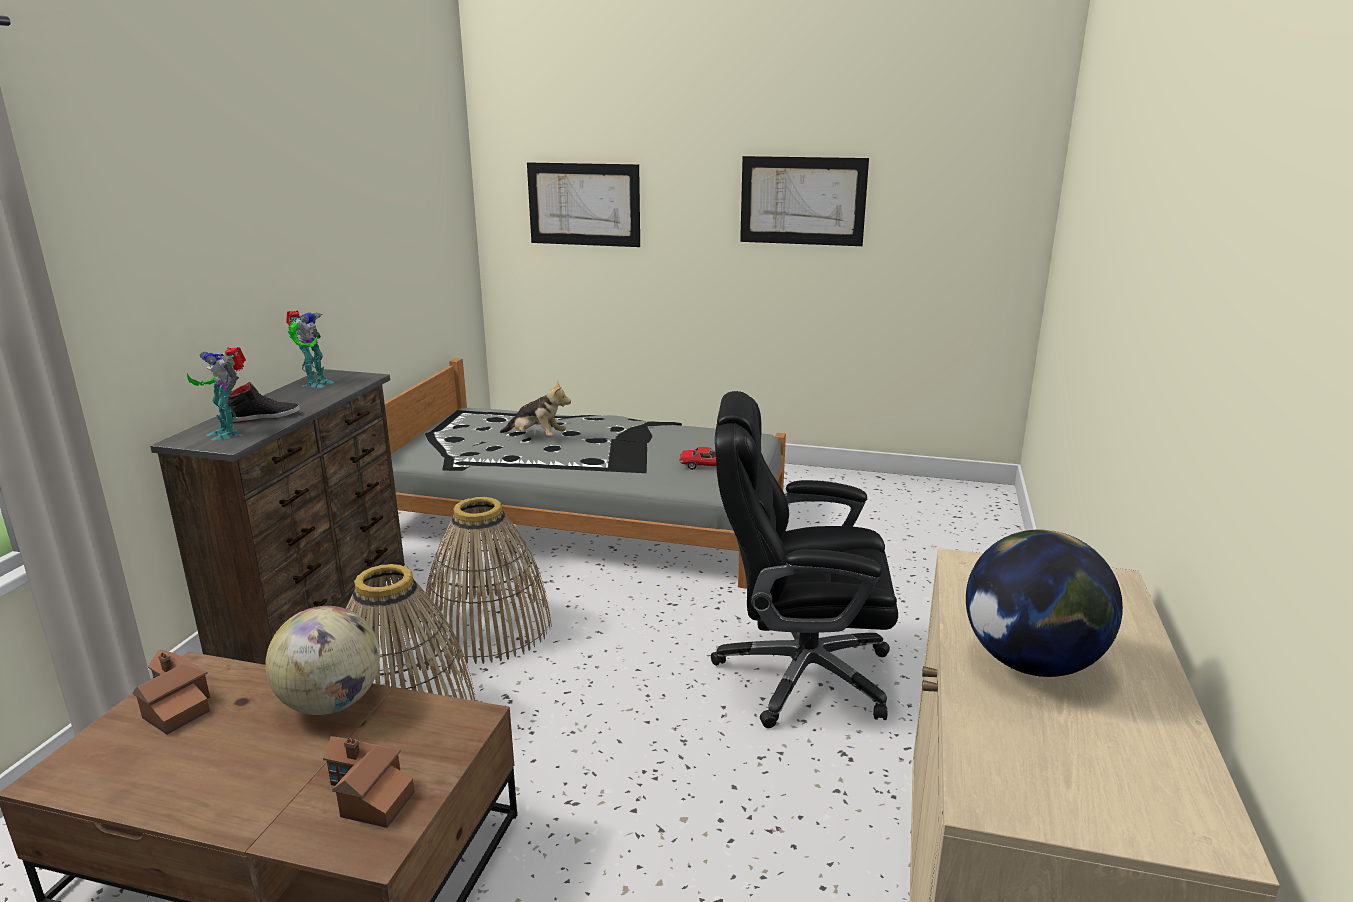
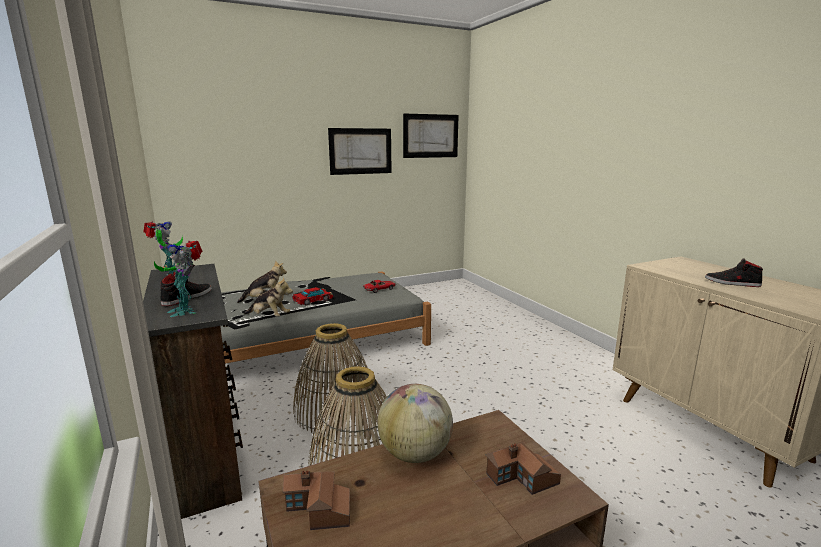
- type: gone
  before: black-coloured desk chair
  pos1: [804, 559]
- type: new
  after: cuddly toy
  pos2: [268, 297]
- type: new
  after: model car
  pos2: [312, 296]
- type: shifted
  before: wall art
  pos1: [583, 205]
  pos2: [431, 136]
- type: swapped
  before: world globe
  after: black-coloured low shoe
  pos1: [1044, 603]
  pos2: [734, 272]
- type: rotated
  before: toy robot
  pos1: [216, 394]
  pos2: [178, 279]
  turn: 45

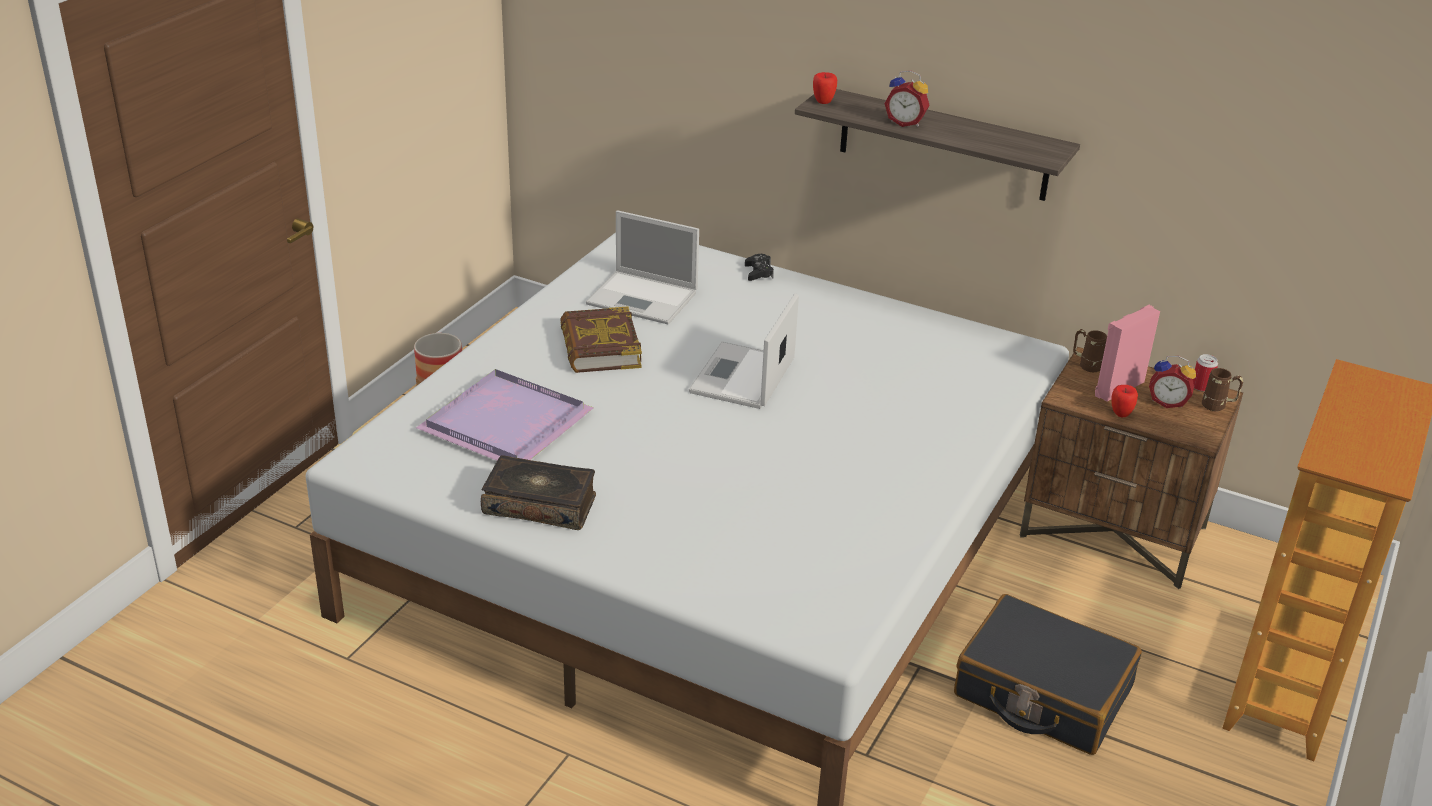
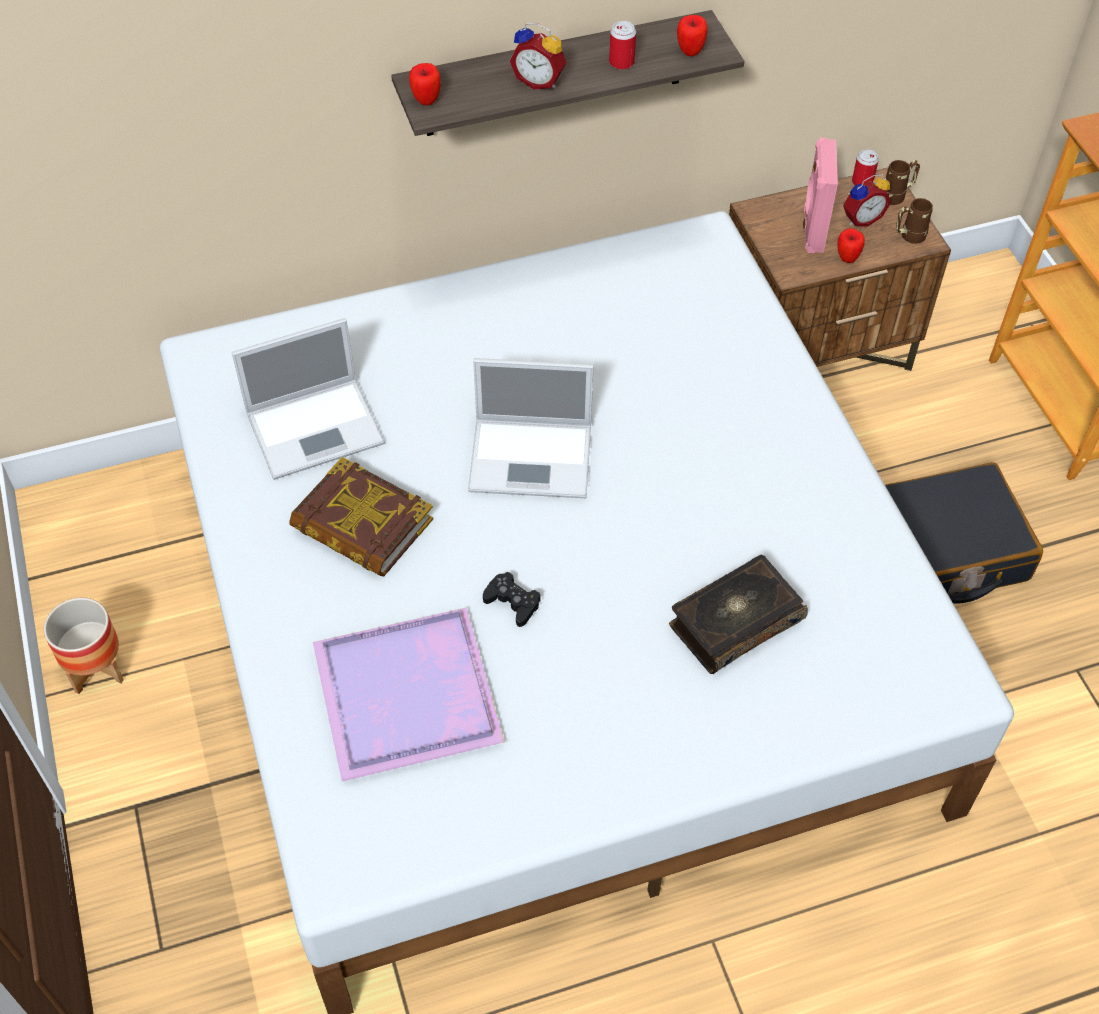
- type: new
  after: sealed can
  pos2: [622, 45]
- type: new
  after: whole apple
  pos2: [692, 35]
- type: shifted
  before: bound book
  pos1: [538, 492]
  pos2: [738, 614]
- type: shifted
  before: black-coloured gamepad
  pos1: [759, 267]
  pos2: [512, 599]
- type: shifted
  before: brownish coffee mug
  pos1: [1090, 350]
  pos2: [914, 221]
- type: rotated
  before: portable computer
  pos1: [744, 351]
  pos2: [531, 428]
  turn: -60
- type: rotated
  before: table clock
  pos1: [907, 98]
  pos2: [538, 56]
  turn: 45

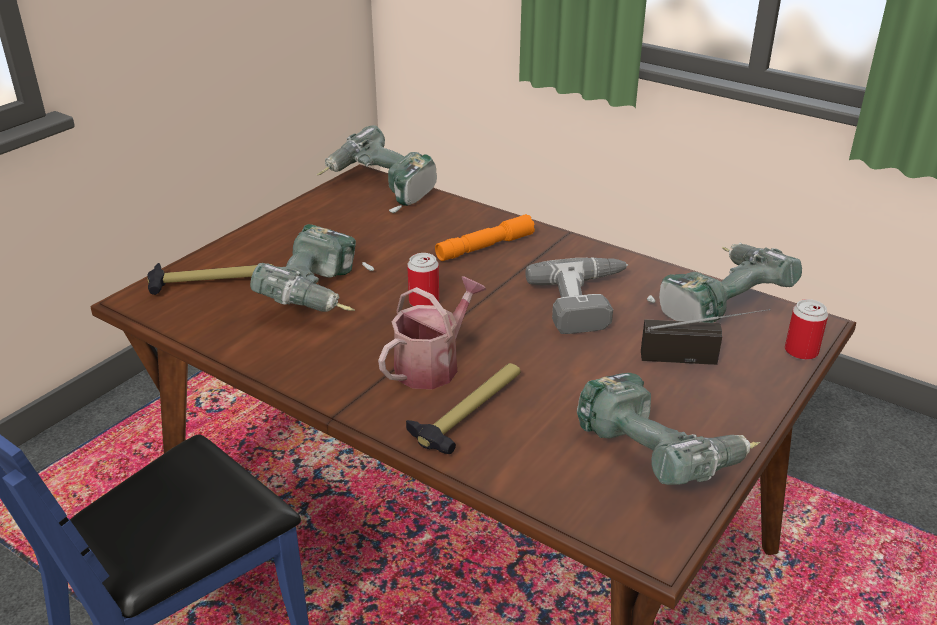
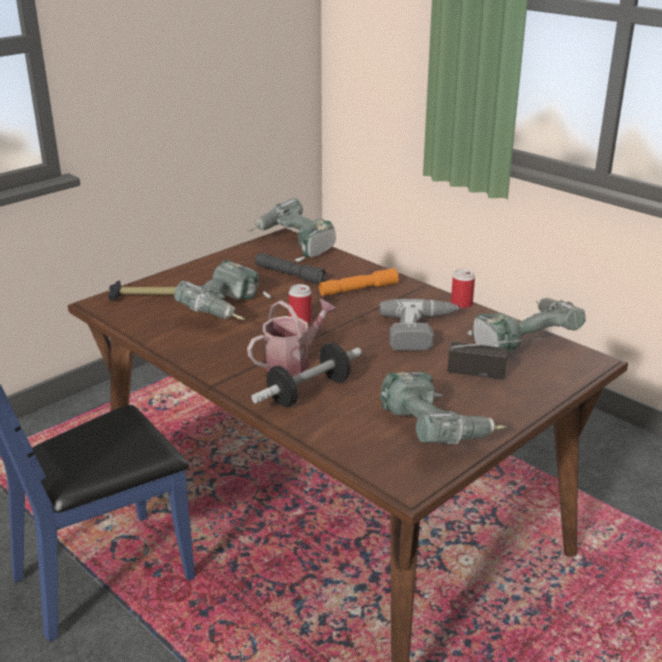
- type: new
  after: gray hand torch
  pos2: [291, 269]
- type: shifted
  before: sealed can
  pos1: [806, 329]
  pos2: [463, 289]
- type: swapped
  before: tool hammer
  after: hand weight
  pos1: [463, 408]
  pos2: [306, 375]

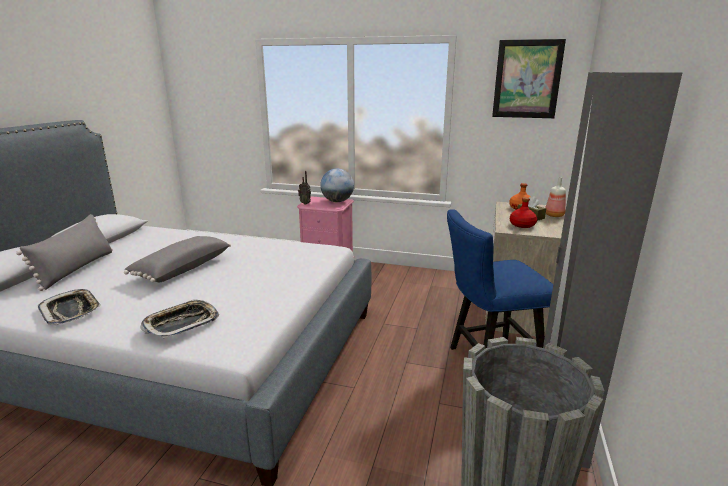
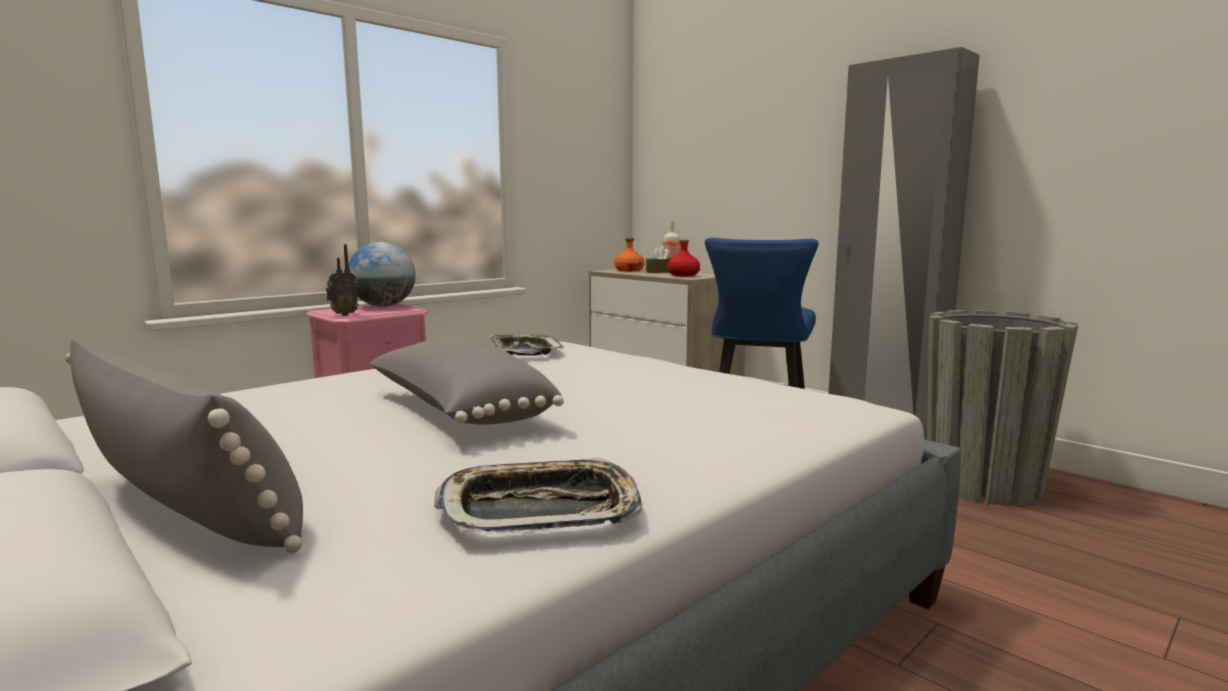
- type: gone
  before: wall art
  pos1: [529, 78]
- type: shifted
  before: tray
  pos1: [179, 319]
  pos2: [526, 345]

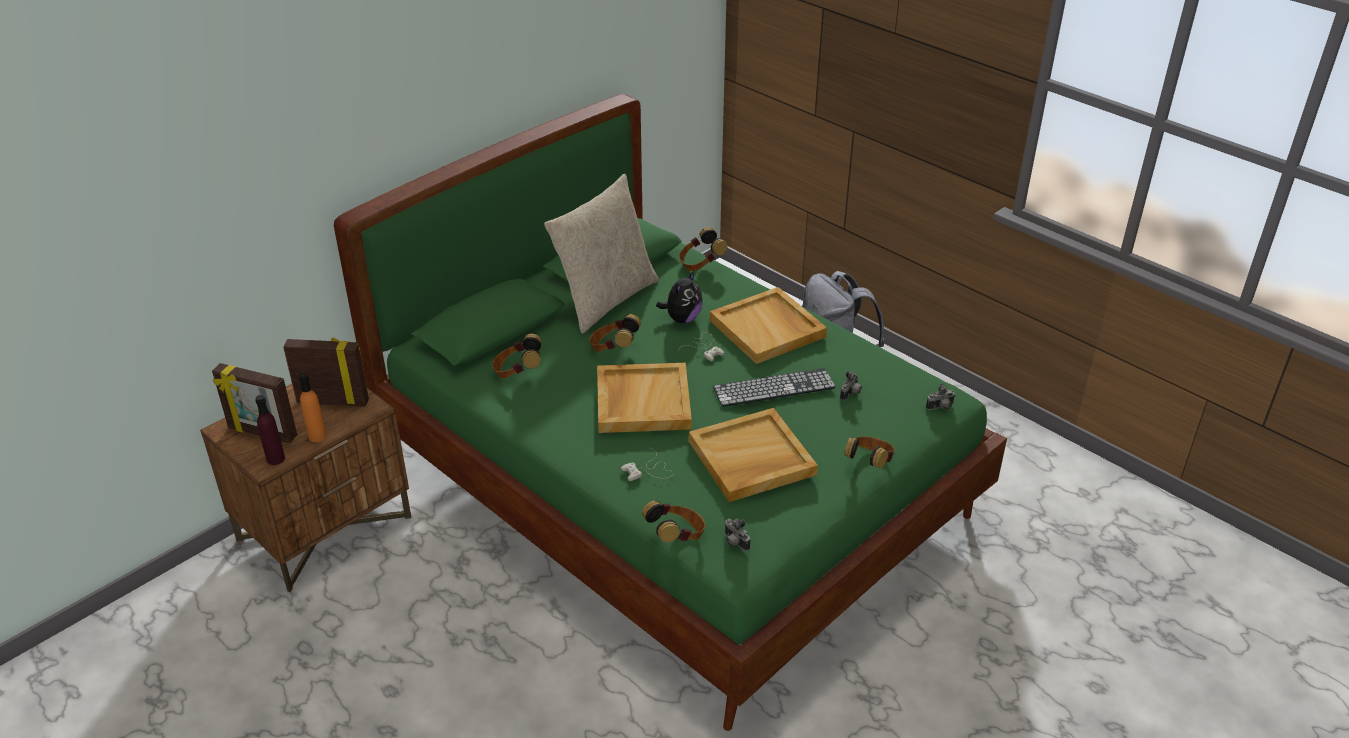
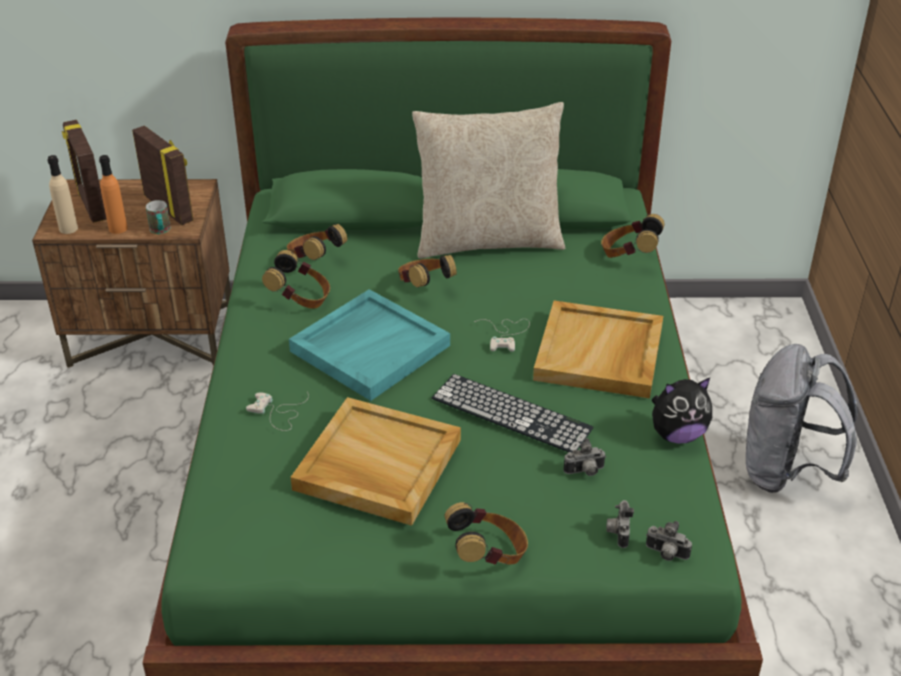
- type: new
  after: coffee mug
  pos2: [158, 217]
- type: shifted
  before: headset
  pos1: [673, 521]
  pos2: [296, 279]
- type: shifted
  before: cuddly toy
  pos1: [679, 297]
  pos2: [681, 410]
- type: shifted
  before: still camera
  pos1: [737, 534]
  pos2: [620, 524]
- type: repainted
  before: purple-coloured beverage bottle
  after: beige beverage bottle
  pos1: [270, 430]
  pos2: [63, 194]
- type: repainted
  before: beige tray
  after: turquoise tray
  pos1: [644, 398]
  pos2: [369, 345]

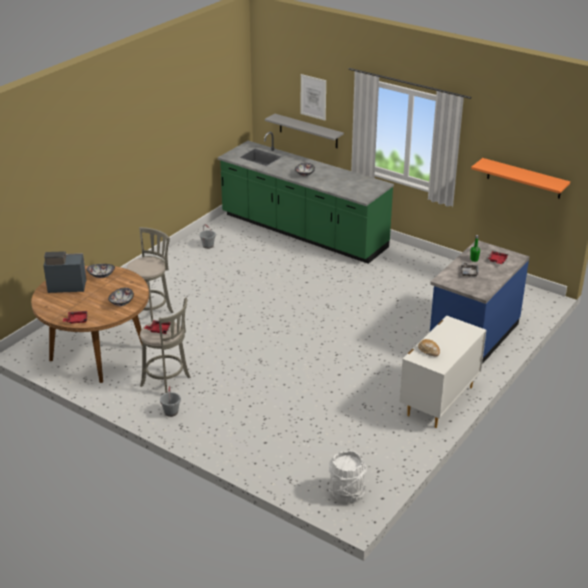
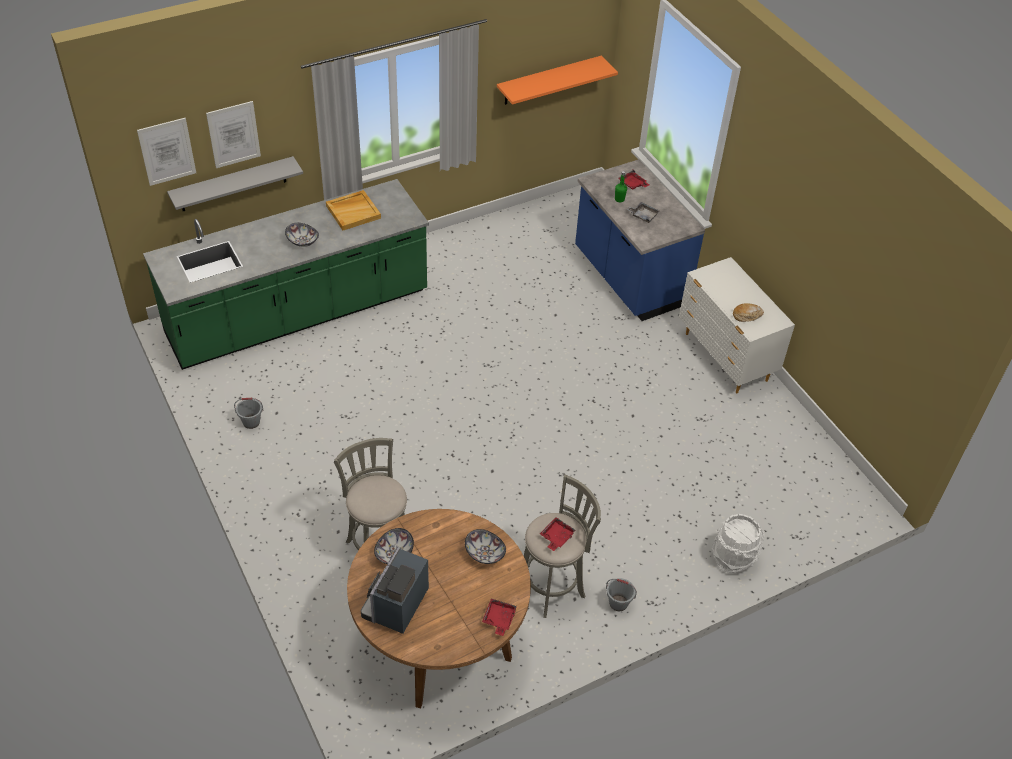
- type: new
  after: wall art
  pos2: [166, 152]
- type: new
  after: beige tray
  pos2: [353, 210]
- type: shifted
  before: white water bucket
  pos1: [348, 476]
  pos2: [738, 543]

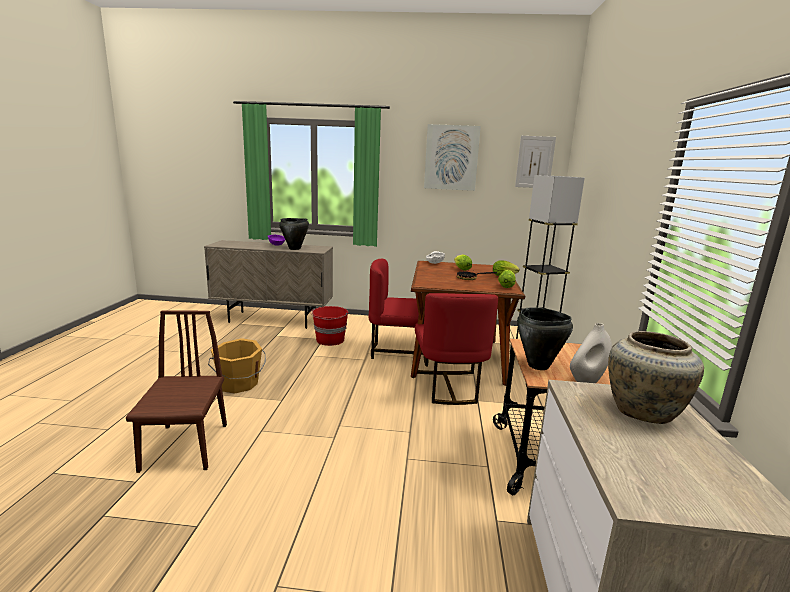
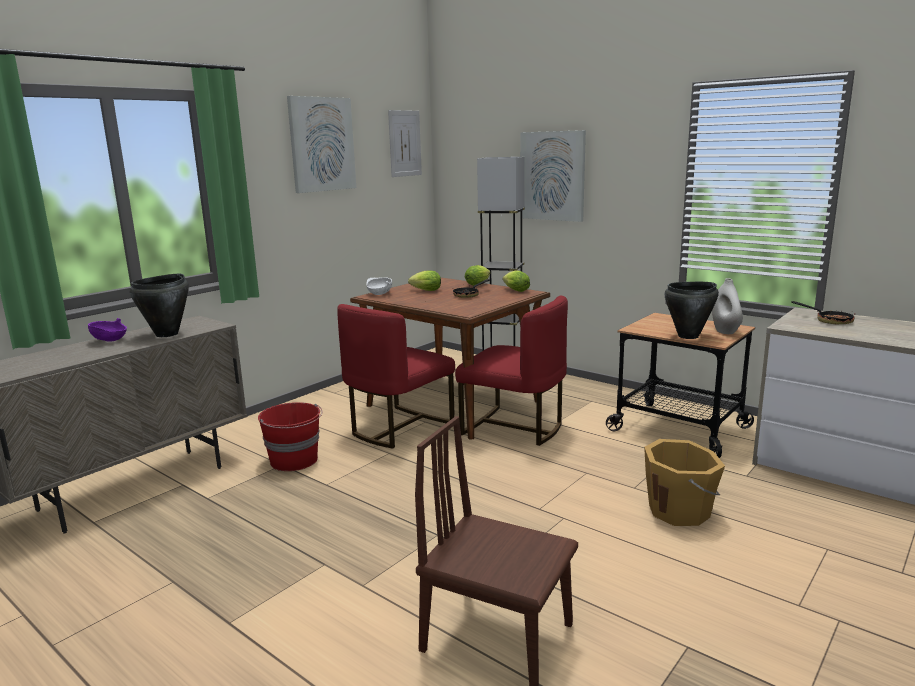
- type: new
  after: wall art
  pos2: [553, 176]
- type: shifted
  before: orangey water bucket
  pos1: [237, 366]
  pos2: [684, 482]
- type: swapped
  before: beige flower vase
  after: pan
  pos1: [656, 377]
  pos2: [823, 313]

